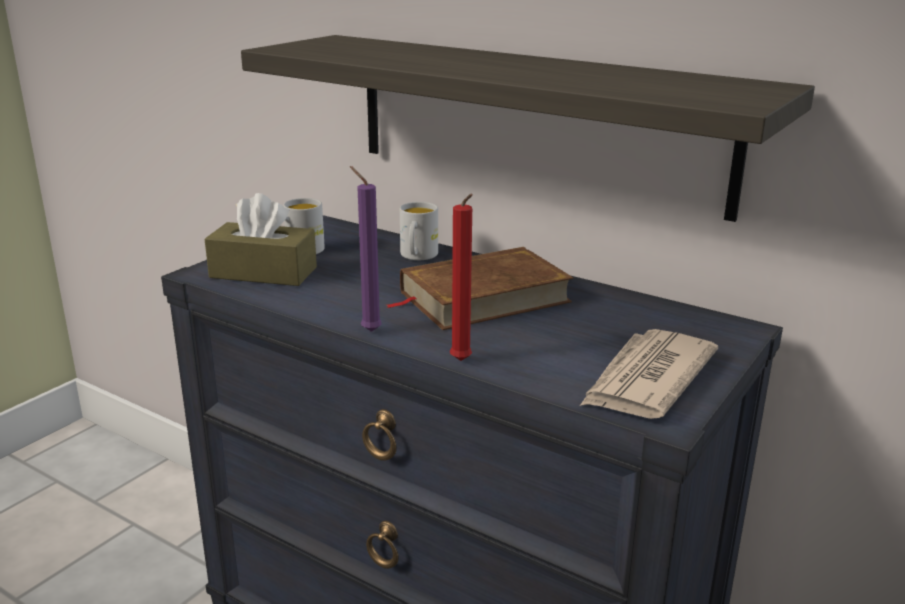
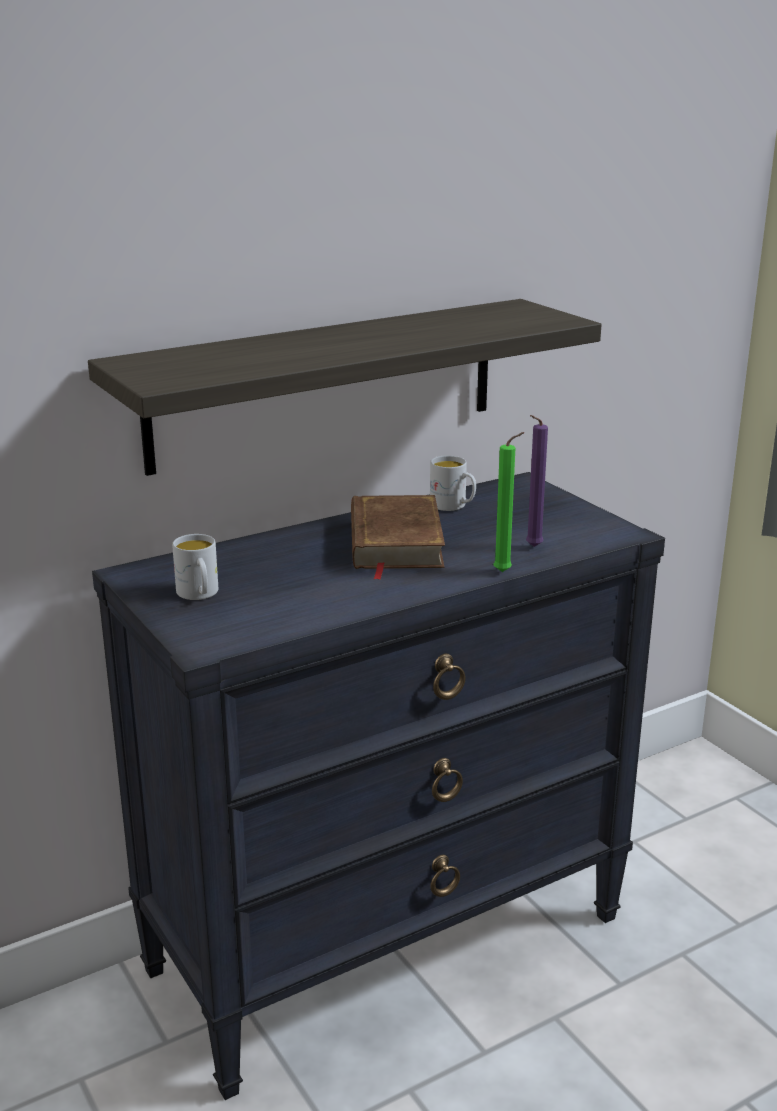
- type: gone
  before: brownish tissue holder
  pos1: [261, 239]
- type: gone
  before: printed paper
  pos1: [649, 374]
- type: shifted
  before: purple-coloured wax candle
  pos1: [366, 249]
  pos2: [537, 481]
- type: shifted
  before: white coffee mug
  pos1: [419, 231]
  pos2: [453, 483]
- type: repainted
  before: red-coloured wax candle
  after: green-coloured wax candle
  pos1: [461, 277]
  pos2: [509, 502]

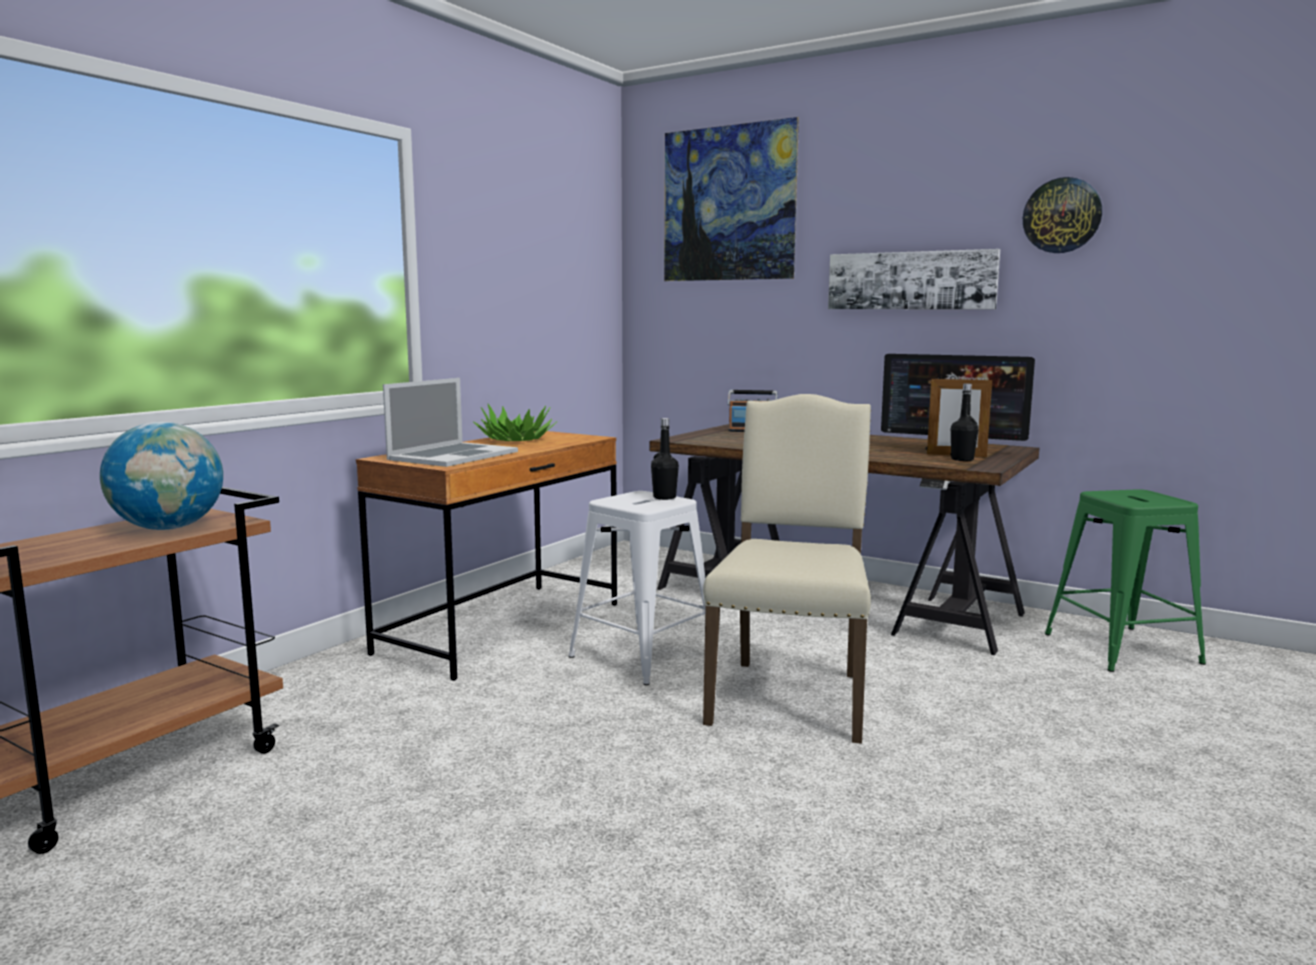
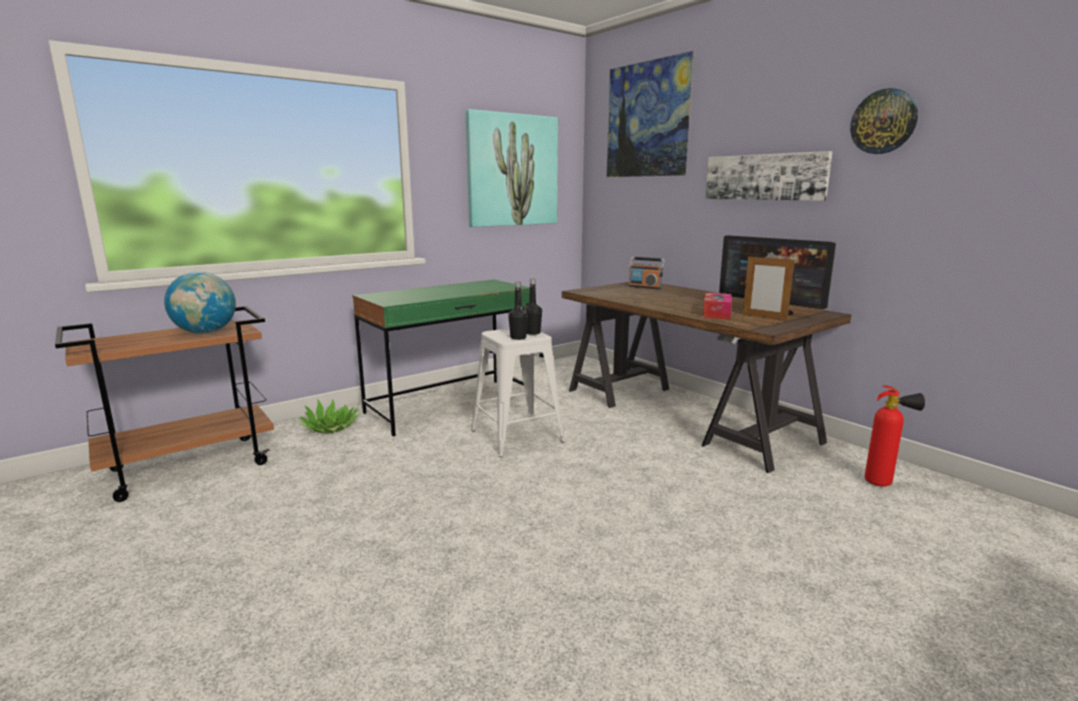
- type: gone
  before: portable computer
  pos1: [450, 422]
- type: gone
  before: beige plain chair
  pos1: [787, 569]
- type: new
  after: wall art
  pos2: [511, 168]
- type: new
  after: tissue holder
  pos2: [717, 306]
- type: shifted
  before: plant in a pot
  pos1: [515, 422]
  pos2: [330, 416]
- type: shifted
  before: black-coloured beverage bottle
  pos1: [964, 422]
  pos2: [518, 311]
- type: swapped
  before: green-coloured sitting stool
  after: fire extinguisher
  pos1: [1125, 581]
  pos2: [895, 436]
- type: repainted
  before: brownish desk table
  after: green-coloured desk table
  pos1: [486, 556]
  pos2: [441, 358]

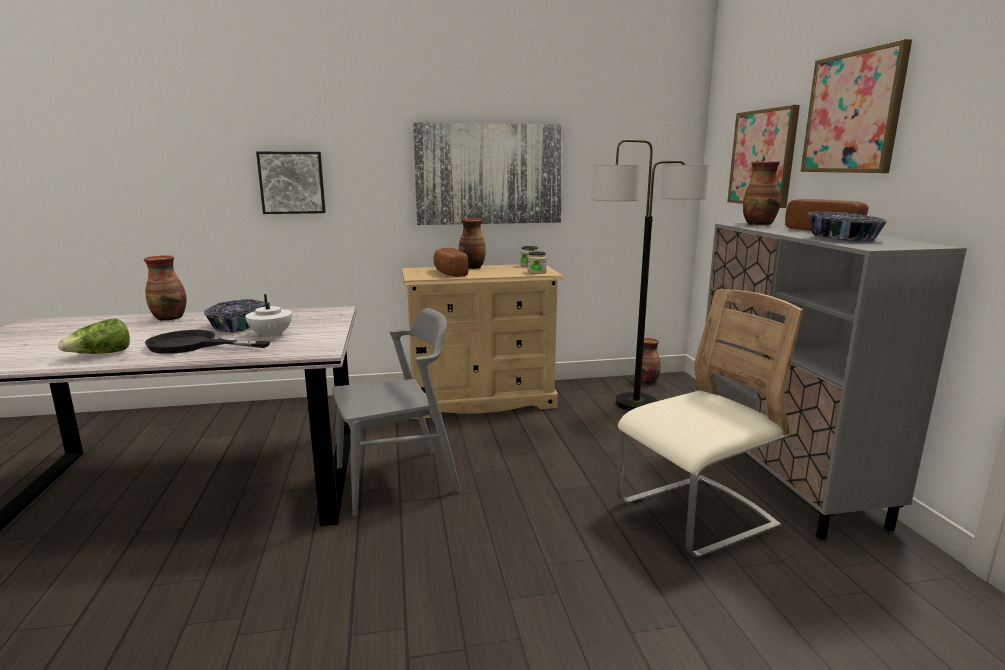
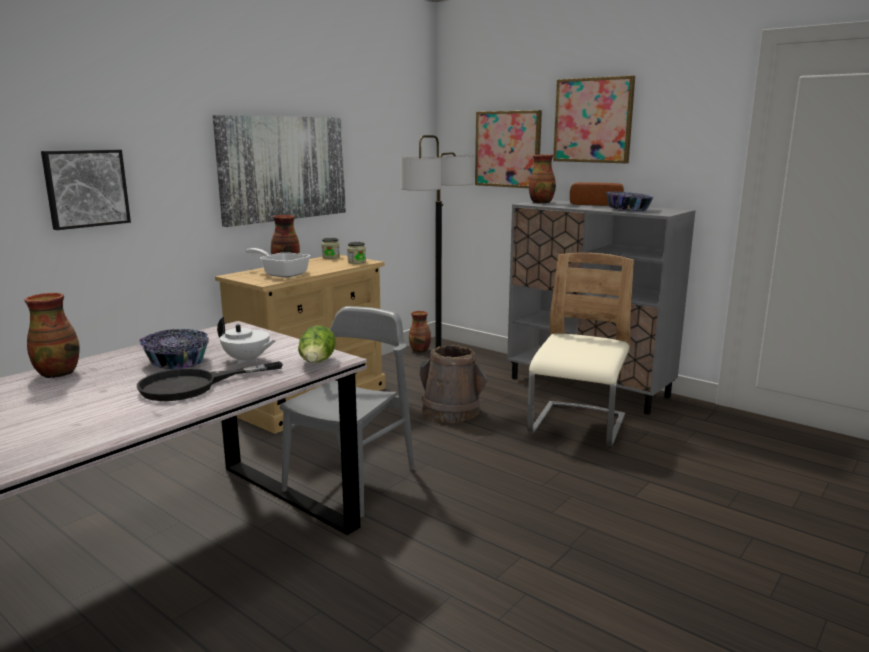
- type: new
  after: brownish water bucket
  pos2: [453, 384]
- type: shifted
  before: head of lettuce
  pos1: [94, 336]
  pos2: [317, 344]
- type: swapped
  before: bakery bread
  after: pan
  pos1: [451, 262]
  pos2: [278, 263]

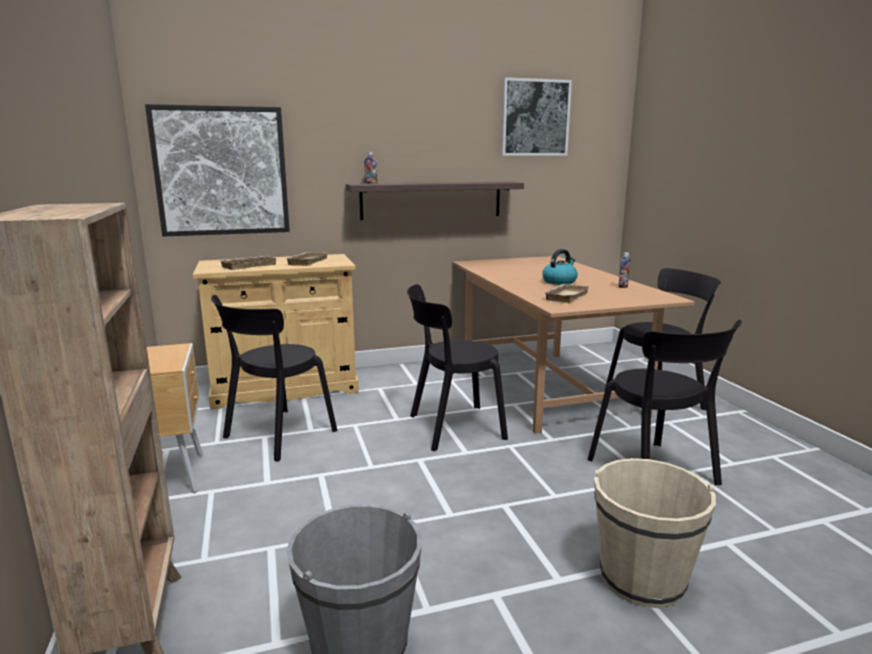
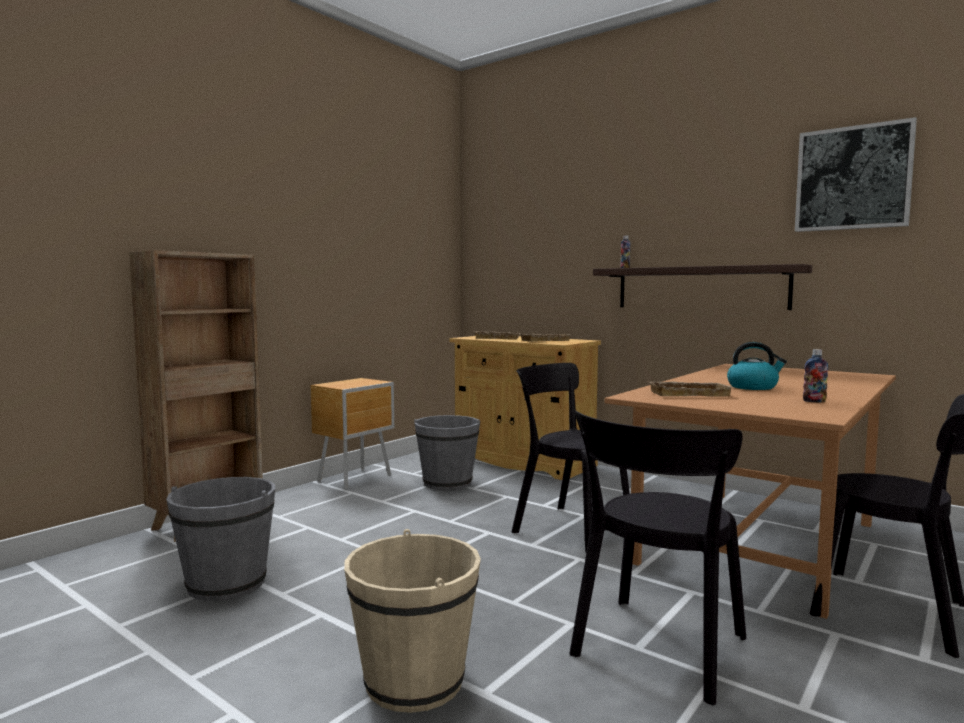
- type: gone
  before: wall art
  pos1: [217, 170]
- type: swapped
  before: black-coloured plain chair
  after: gray water bucket
  pos1: [274, 378]
  pos2: [447, 452]

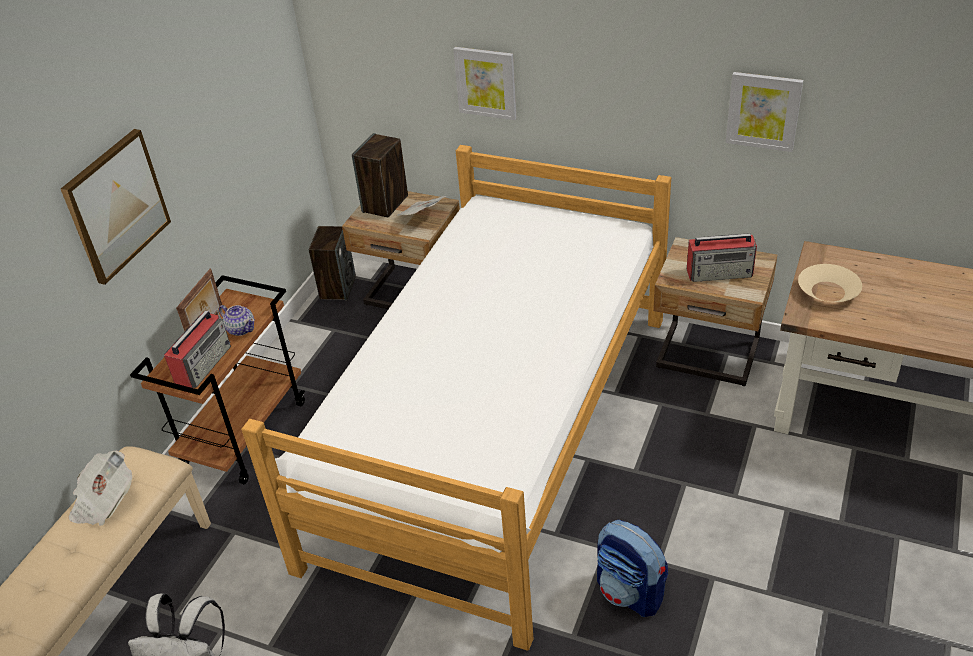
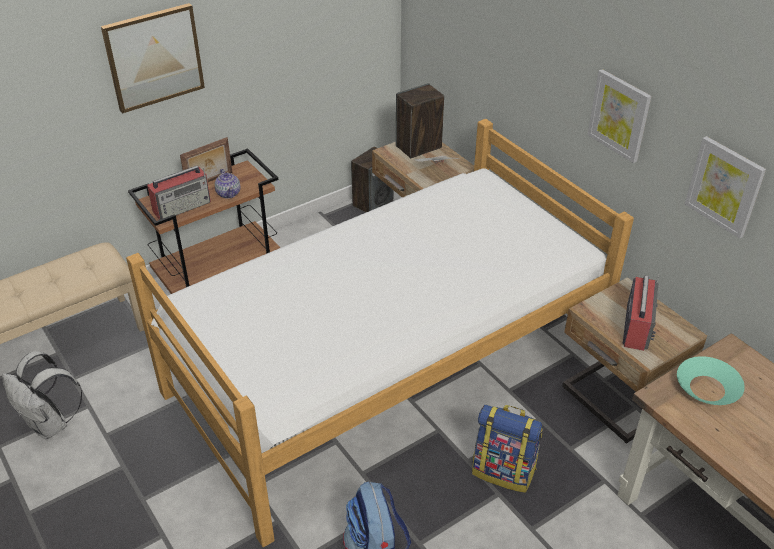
- type: gone
  before: printed paper
  pos1: [100, 488]
- type: new
  after: knapsack
  pos2: [507, 448]
- type: shifted
  before: wall art
  pos1: [485, 83]
  pos2: [619, 116]
- type: repainted
  before: beige deep dish
  after: turquoise deep dish
  pos1: [830, 283]
  pos2: [711, 380]
- type: rotated
  before: radio
  pos1: [722, 257]
  pos2: [641, 312]
  turn: -105

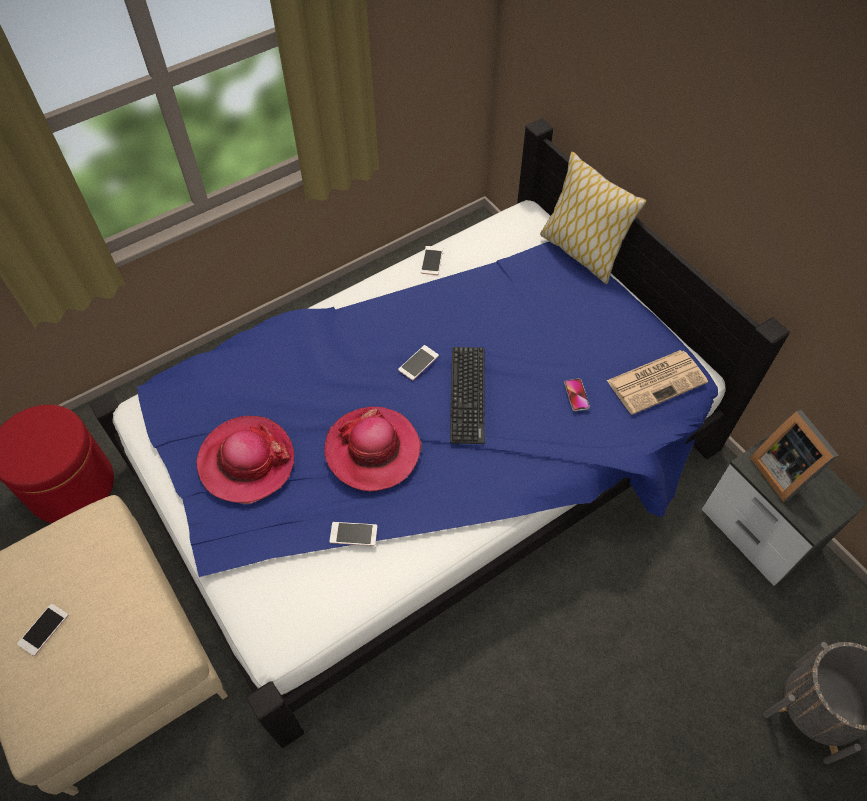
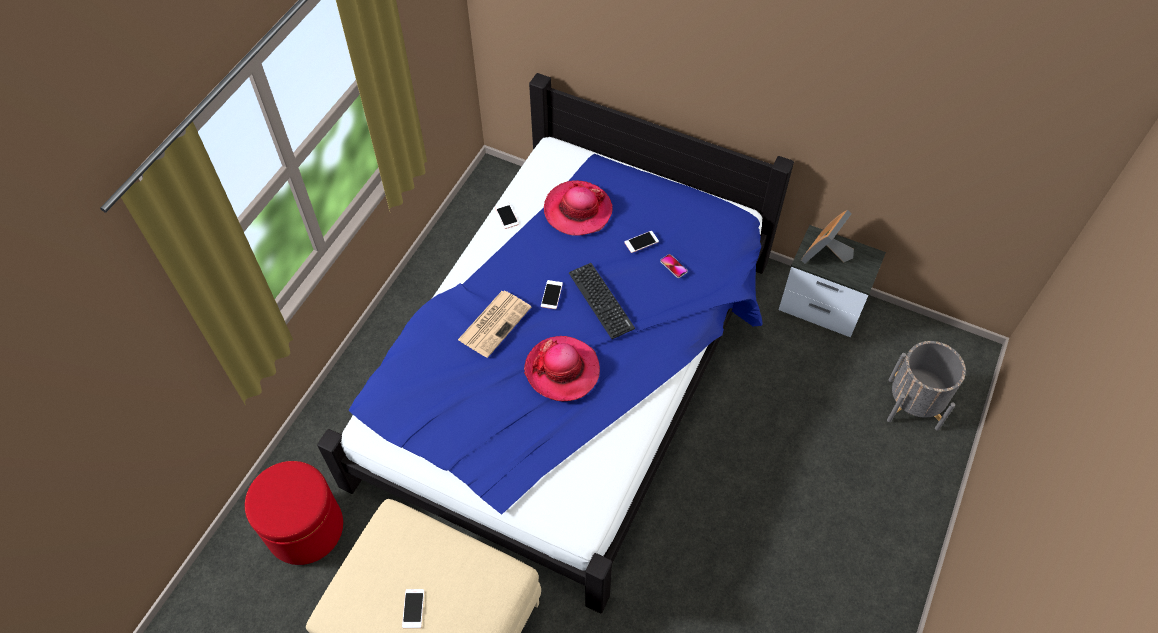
- type: gone
  before: pillow
  pos1: [593, 218]
- type: shifted
  before: clothing hat
  pos1: [245, 460]
  pos2: [578, 207]
- type: shifted
  before: phone
  pos1: [353, 534]
  pos2: [641, 242]
- type: shifted
  before: printed paper
  pos1: [657, 382]
  pos2: [494, 324]
- type: rotated
  before: standing frame
  pos1: [794, 456]
  pos2: [827, 237]
  turn: 90

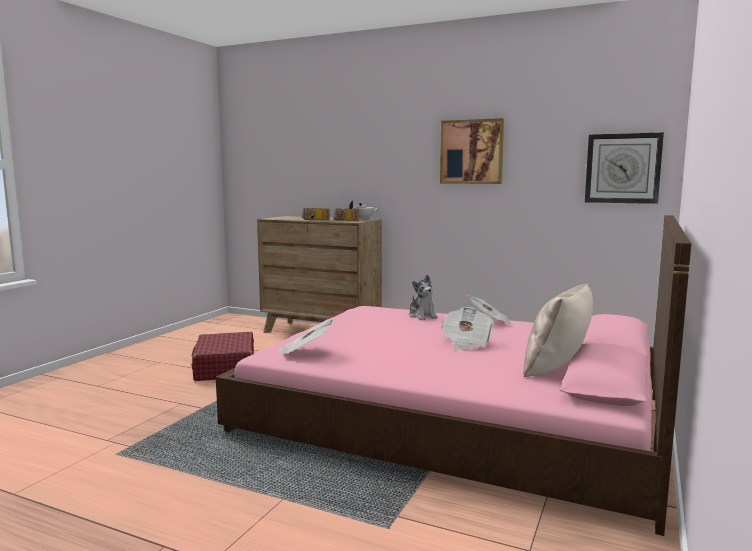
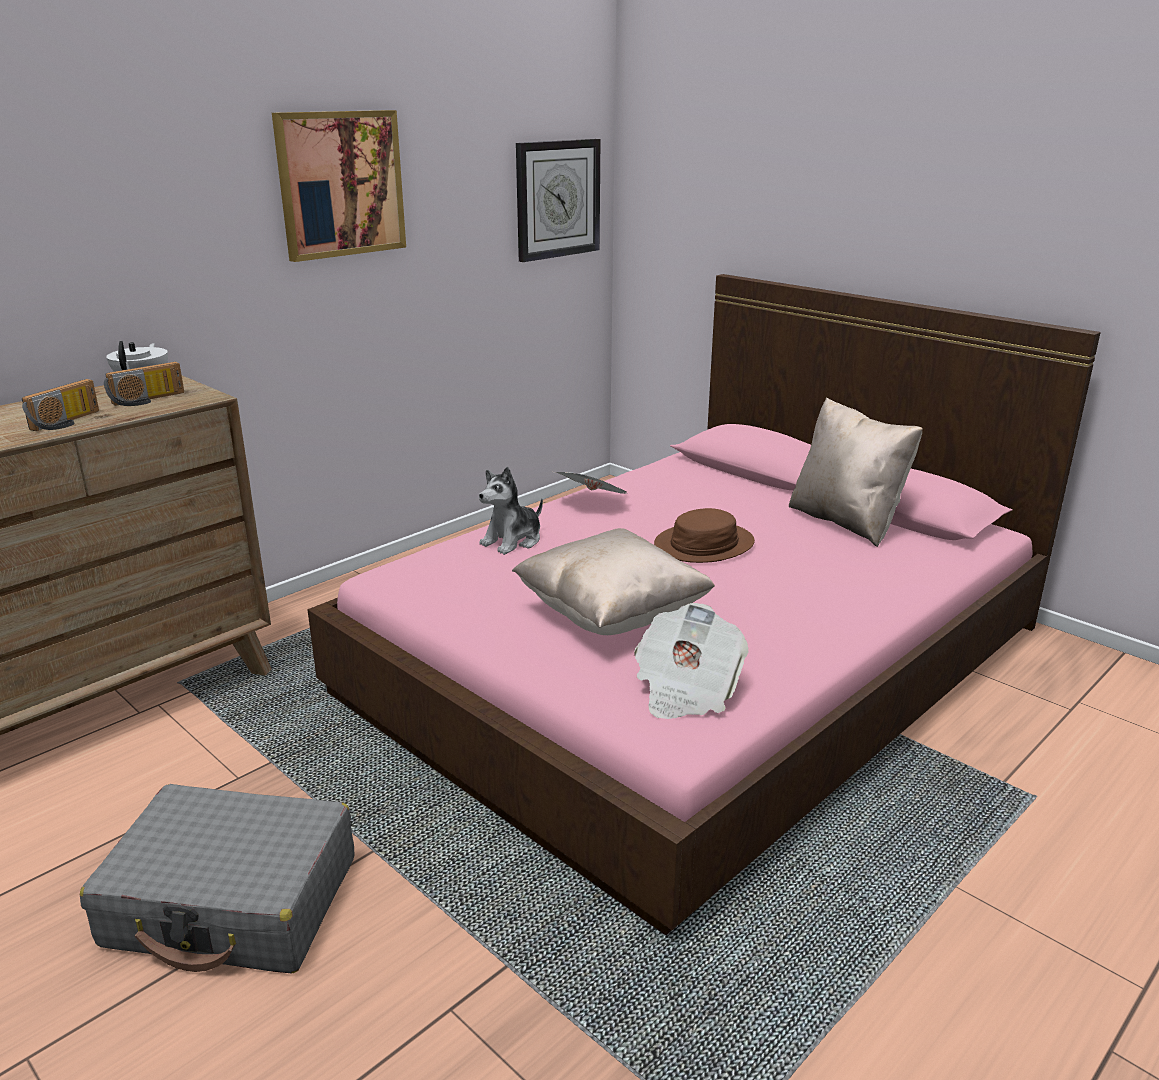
- type: new
  after: beige pillow
  pos2: [613, 581]
- type: swapped
  before: printed paper
  after: brownish clothing hat
  pos1: [467, 329]
  pos2: [704, 535]
- type: repainted
  before: red-coloured suitcase
  after: gray suitcase
  pos1: [222, 356]
  pos2: [217, 879]
- type: rotated
  before: cuddly toy
  pos1: [423, 297]
  pos2: [511, 511]
  turn: 135

